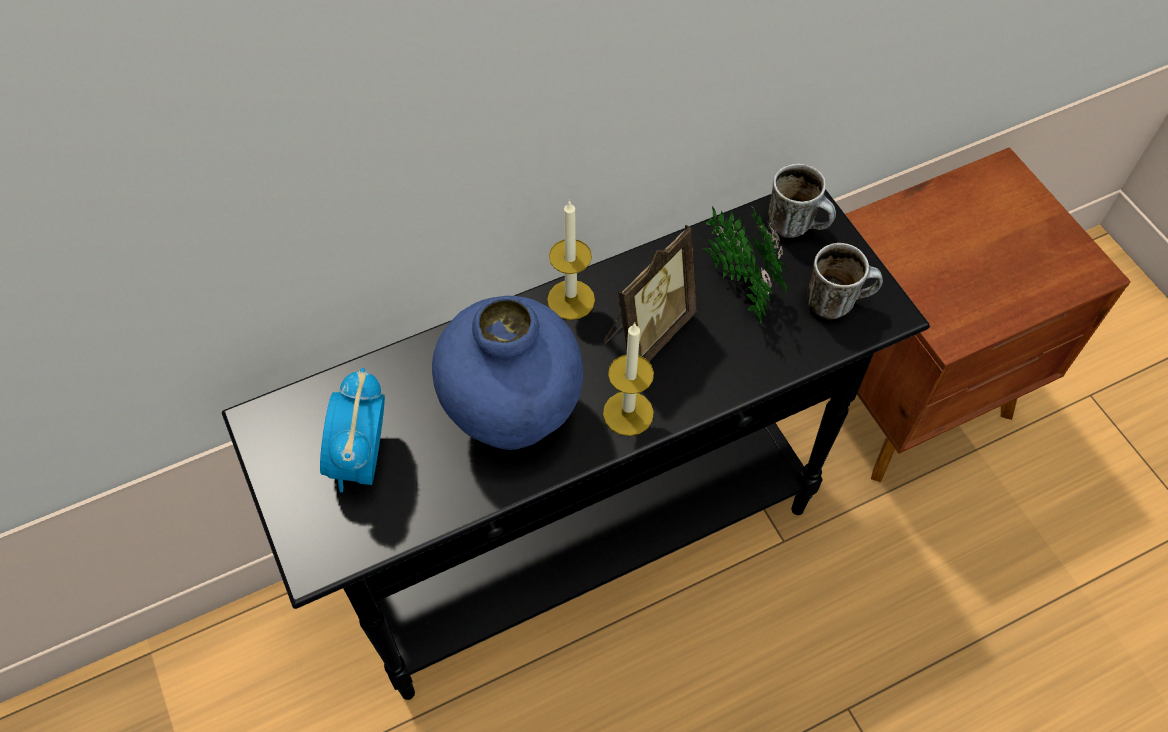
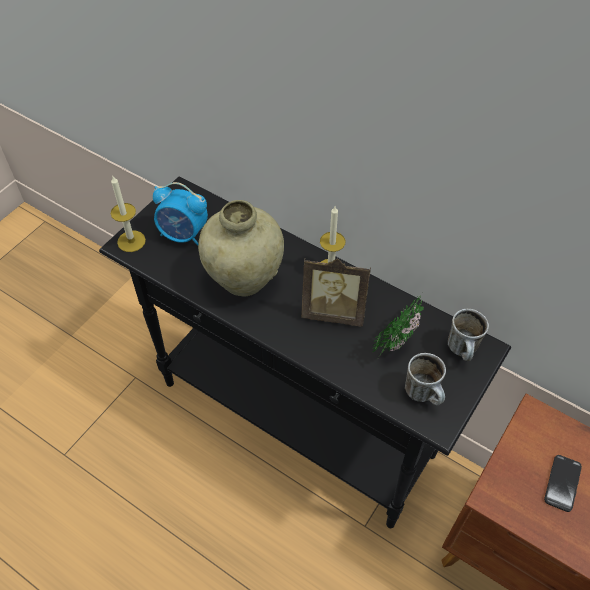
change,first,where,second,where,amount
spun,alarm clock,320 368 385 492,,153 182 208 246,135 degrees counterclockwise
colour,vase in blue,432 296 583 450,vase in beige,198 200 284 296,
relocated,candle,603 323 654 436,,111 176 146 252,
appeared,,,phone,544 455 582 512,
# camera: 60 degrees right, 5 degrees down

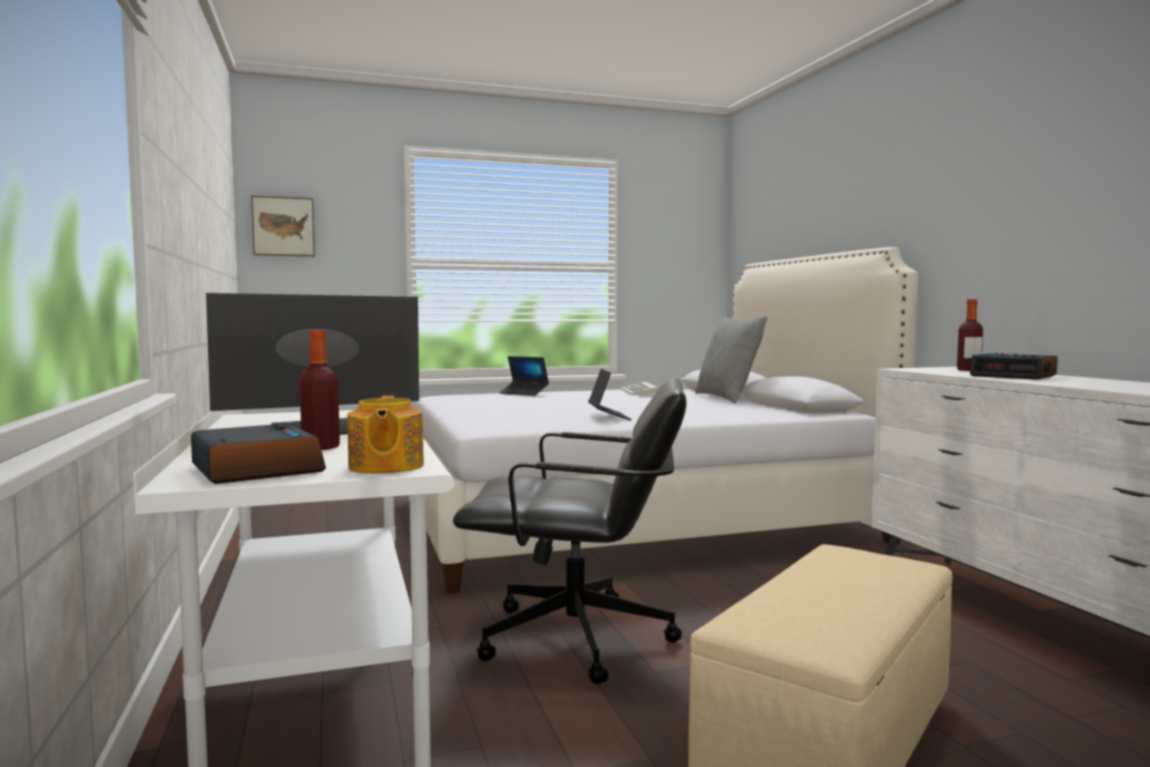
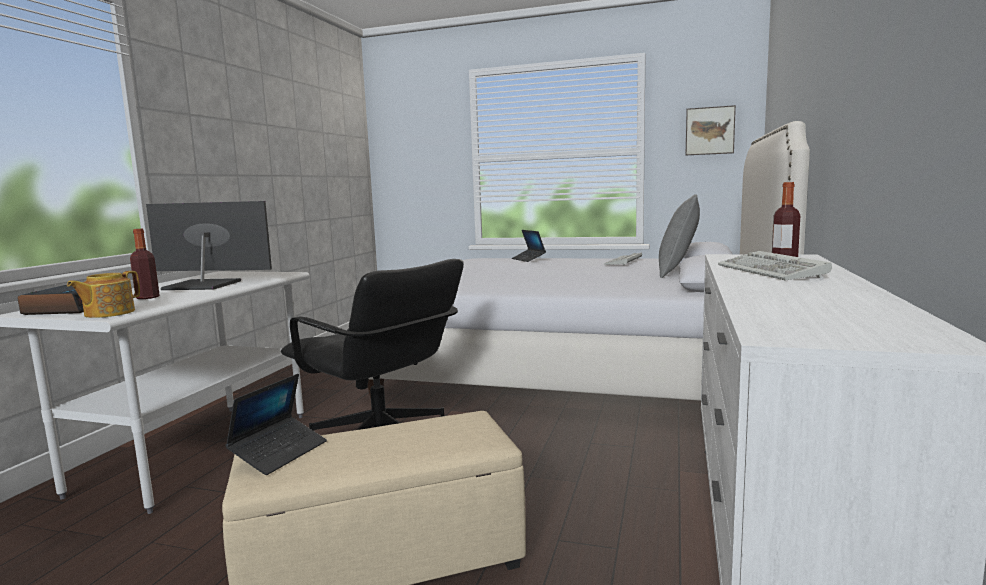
change,first,where,second,where,amount
relocated,picture,251 196 315 256,,686 105 736 155,
relocated,laptop,588 369 632 420,,225 374 327 475,
exchanged,alarm clock,970 353 1058 380,keyboard,718 251 832 280,
# camera: 35 degrees right, 5 degrees up

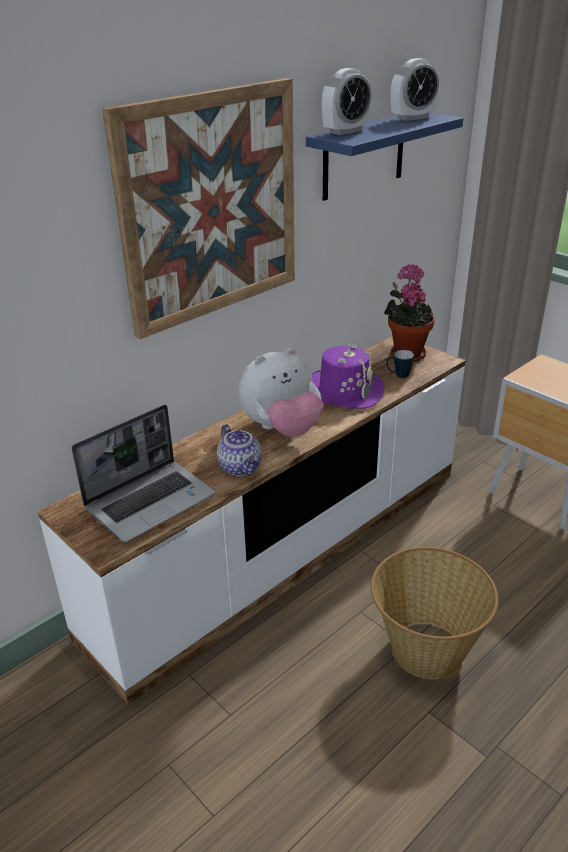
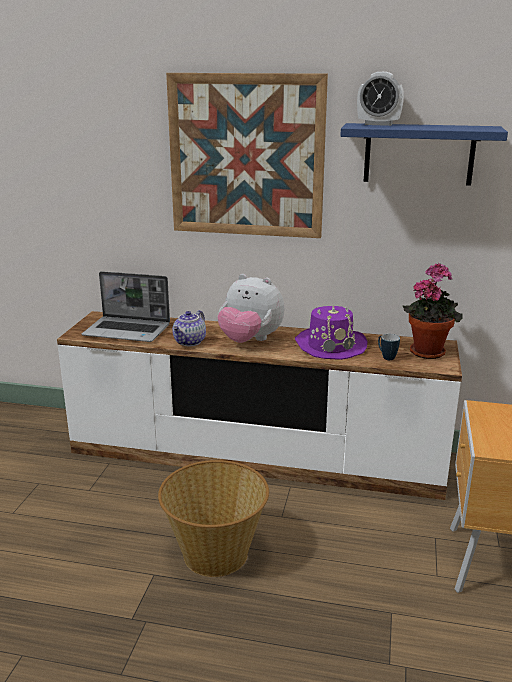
change,first,where,second,where,amount
missing,alarm clock,391 58 440 121,,,
# camera: 55 degrees right, 10 degrees down

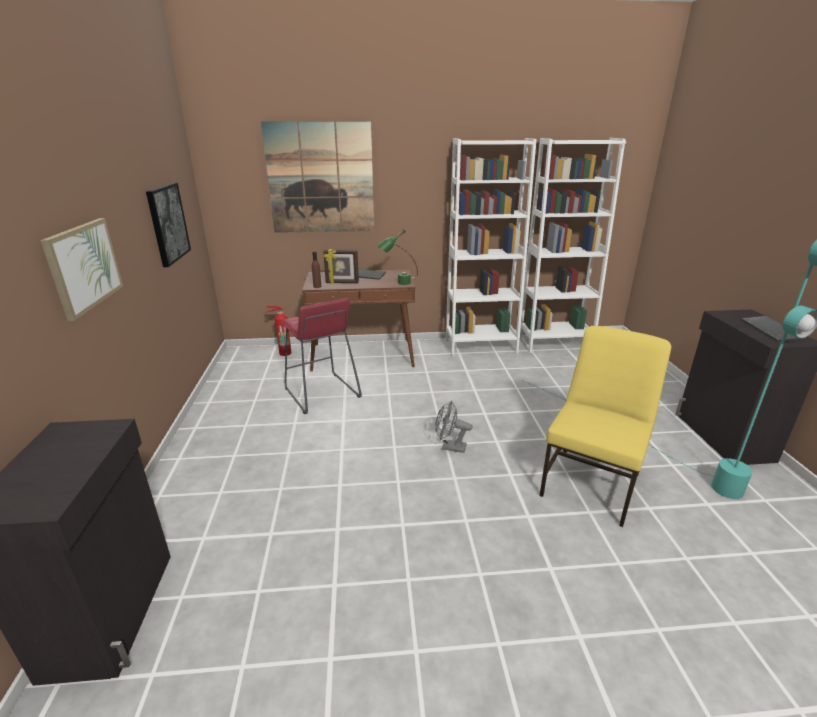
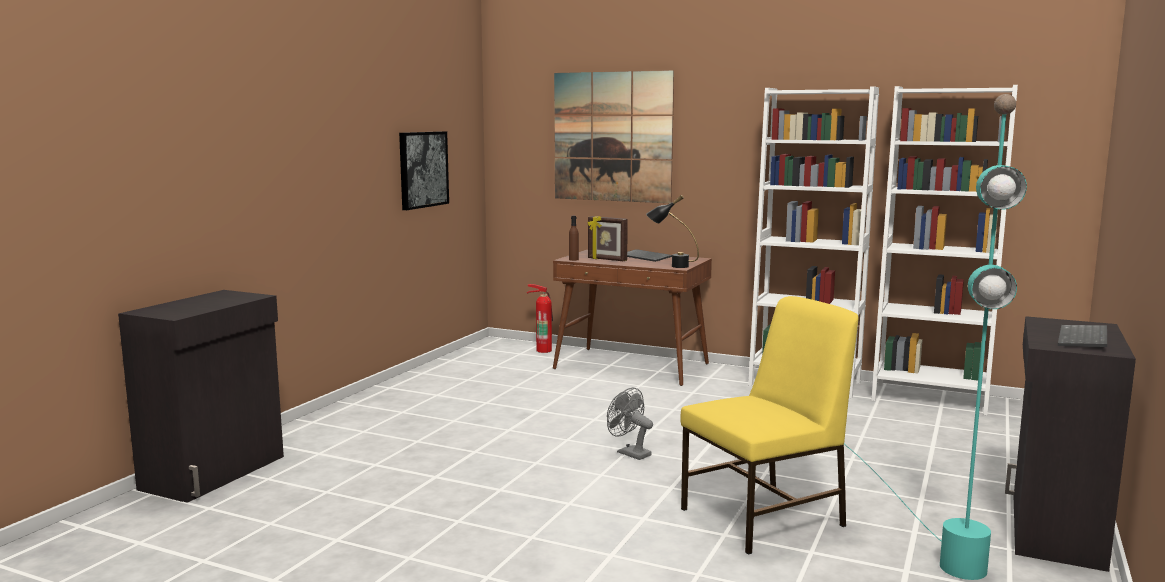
change,first,where,second,where,amount
missing,picture,40 218 123 321,,,
missing,stool in red,282 298 362 414,,,
colour,table lamp in green,377 229 418 285,table lamp in black,646 195 699 268,
# camera: 30 degrees right, 15 degrees down

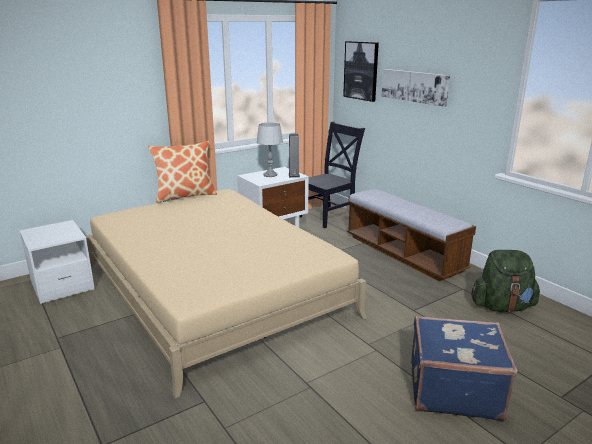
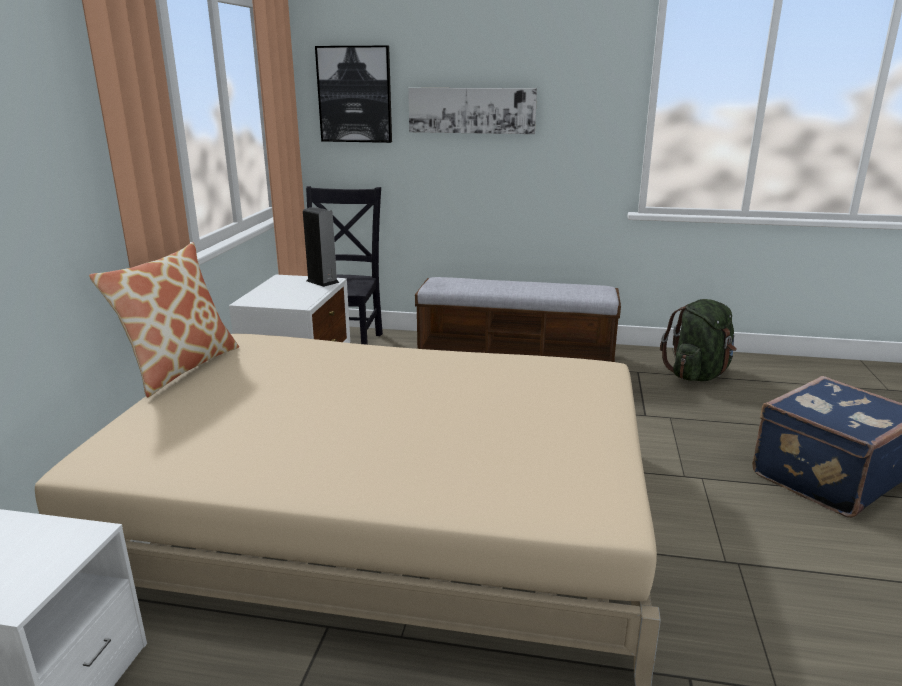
change,first,where,second,where,amount
missing,table lamp in grey,257 122 283 177,,,
# camera: 45 degrees left, 0 degrees up

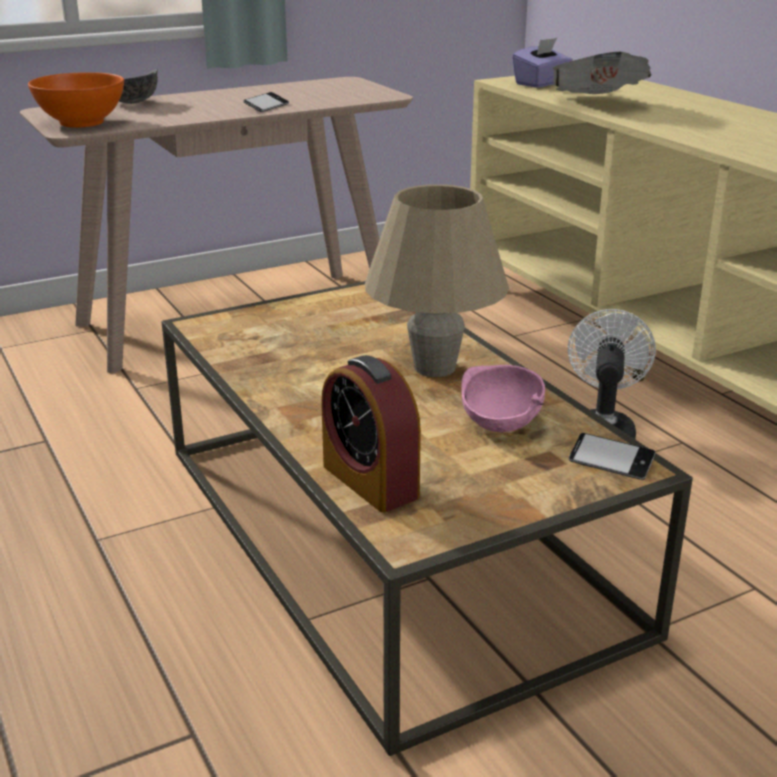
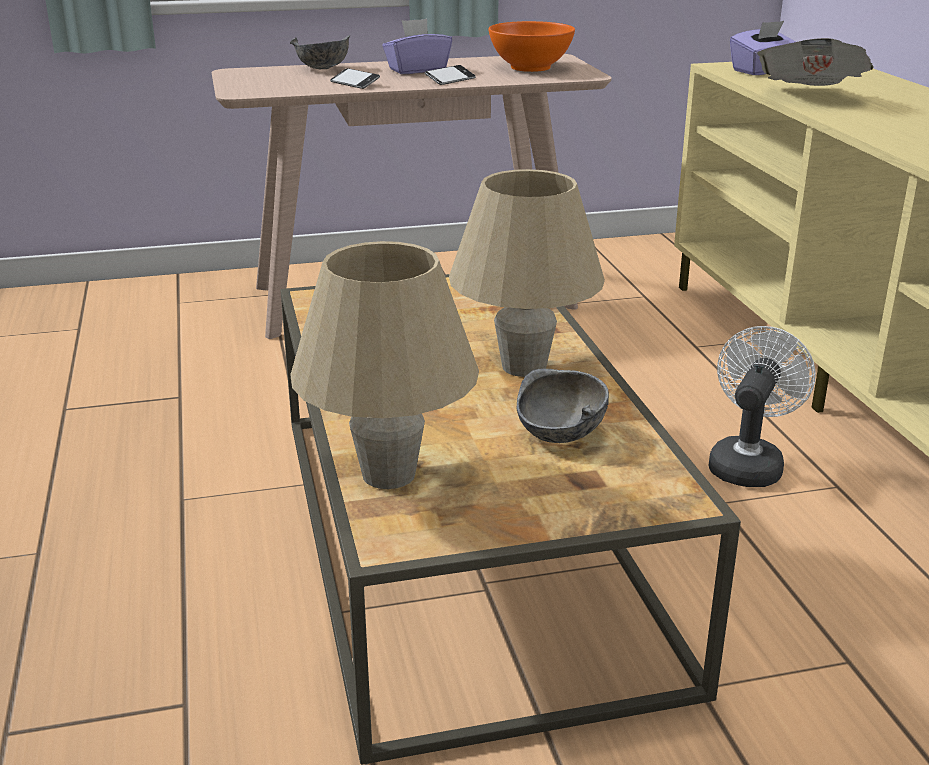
change,first,where,second,where,amount
relocated,bowl in orange,28 72 124 128,,488 21 575 72,
exchanged,alarm clock,321 355 421 513,table lamp in beige,290 241 479 489,
colour,bowl in pink,461 365 545 432,bowl in grey,517 369 609 443,
relocated,phone,569 433 655 480,,330 68 380 89,
appeared,,,tissue box in purple,382 19 452 74,
# camera: 15 degrees right, 0 degrees up

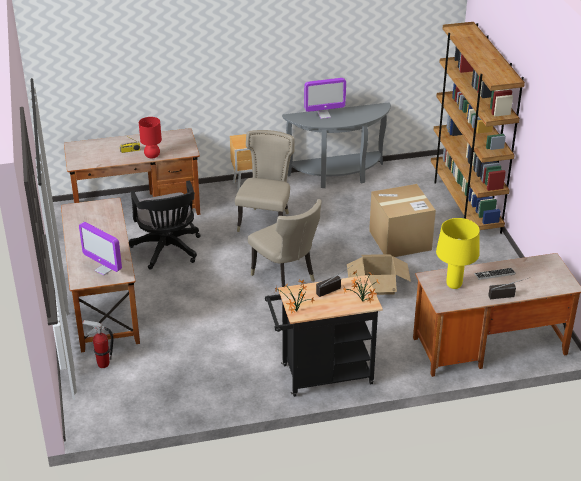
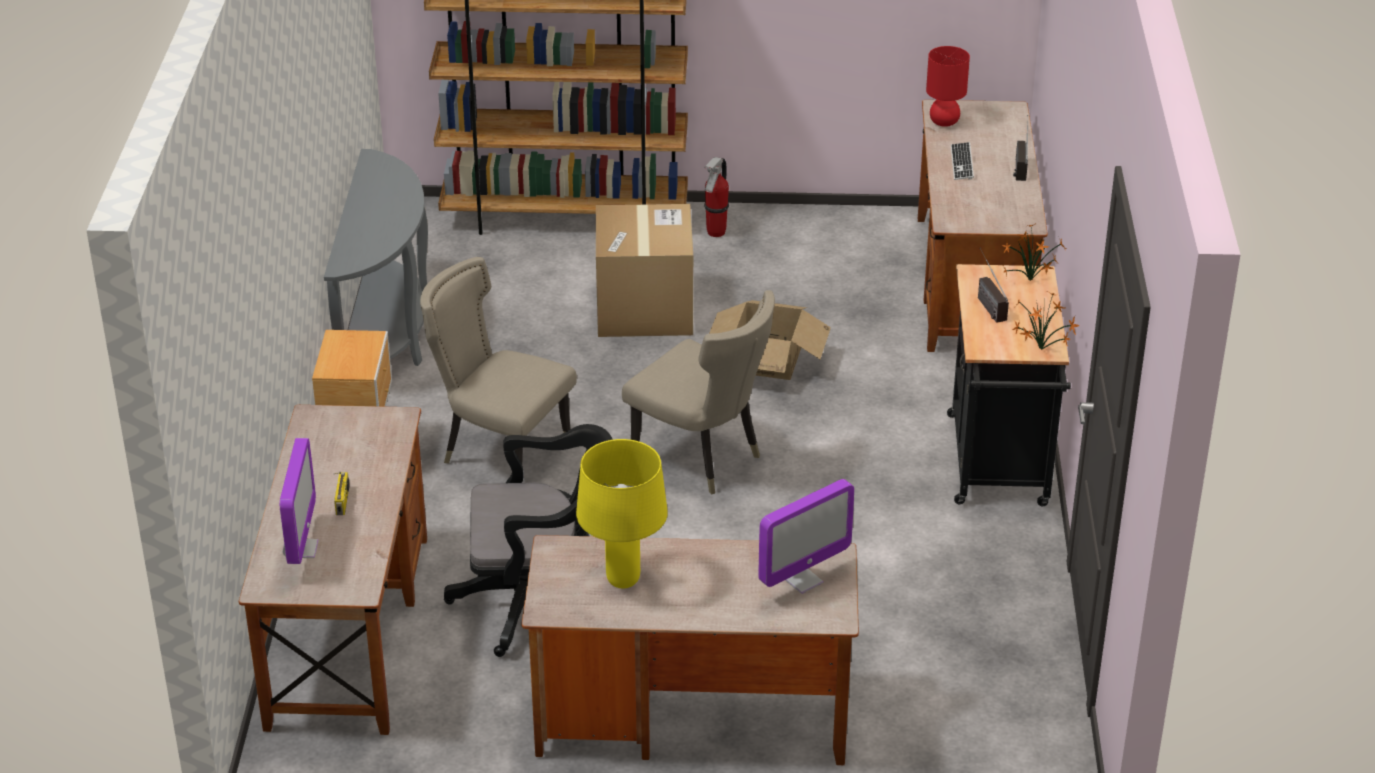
change,first,where,second,where,amount
relocated,fire extinguisher,82 320 114 368,,704 157 729 237,
relocated,table lamp in red,139 117 162 159,,926 46 970 127,
spun,chair in beige,248 199 322 287,,622 290 775 495,60 degrees clockwise
relocated,monitor,304 78 346 119,,280 438 319 564,
relocated,table lamp in yellow,436 218 480 289,,576 439 668 588,
# camera: 75 degrees left, 0 degrees up

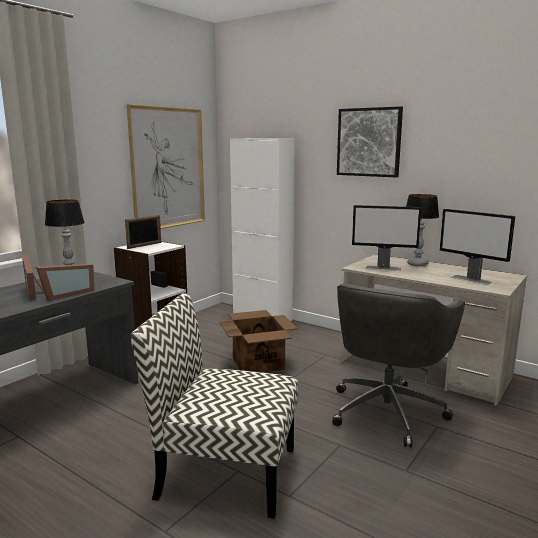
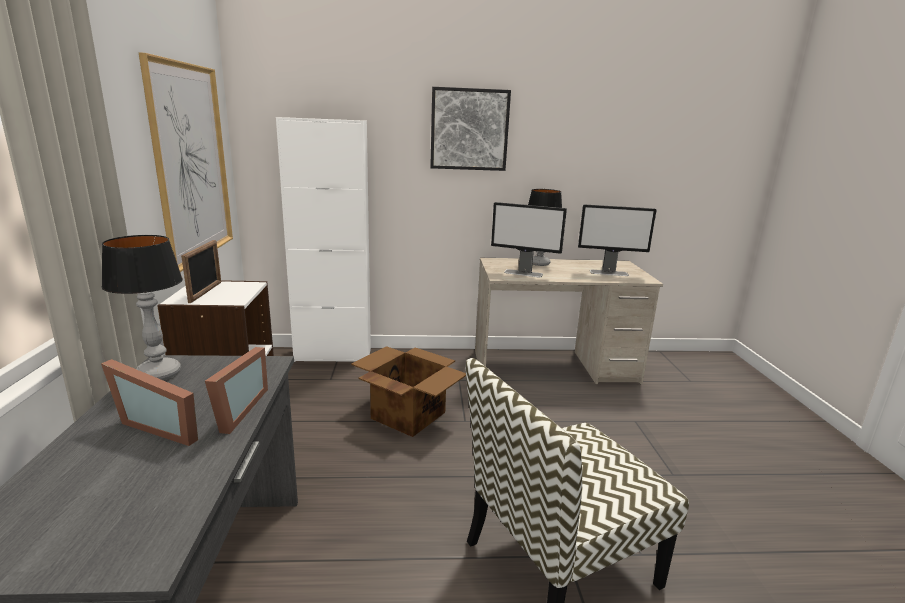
change,first,where,second,where,amount
missing,office chair in grey,332 284 465 447,,,
spun,monitor,352 205 422 271,,491 202 567 277,45 degrees clockwise
# camera: 40 degrees left, 5 degrees up

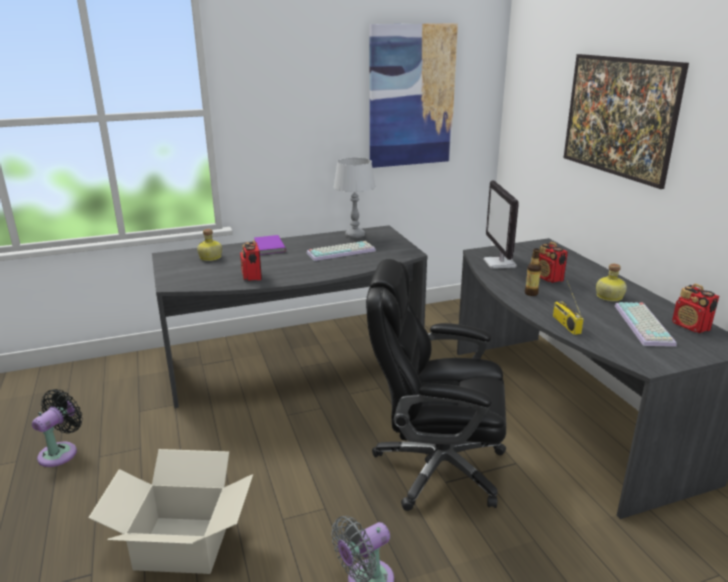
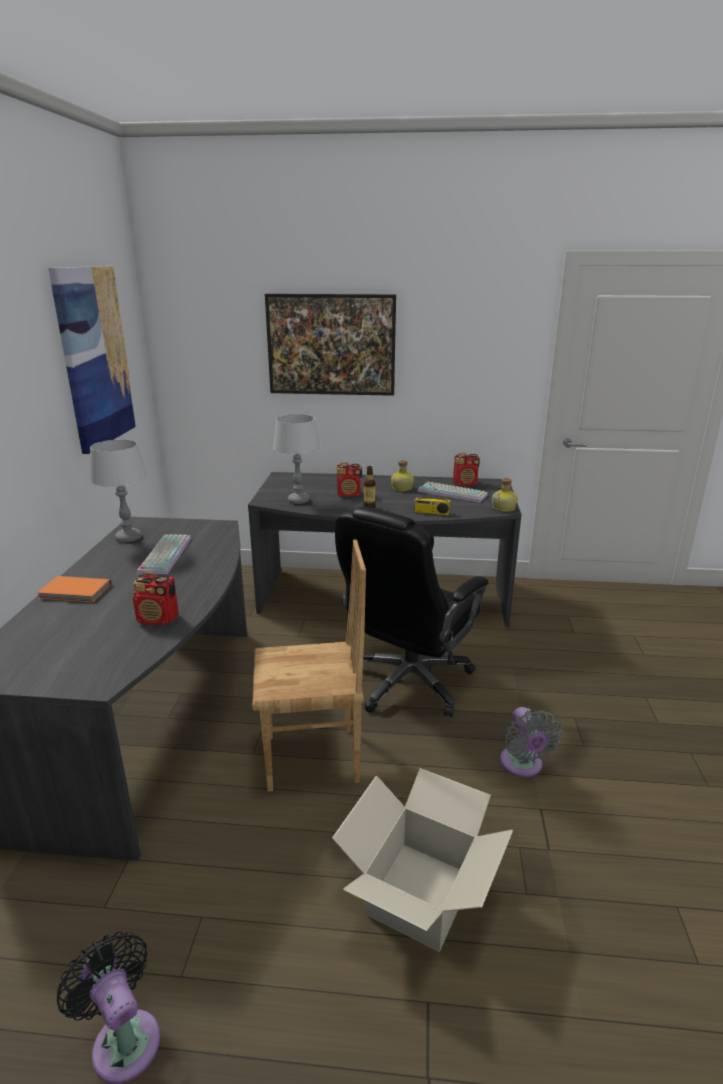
change,first,where,second,where,amount
relocated,bottle,197 229 222 261,,492 478 518 512,
colour,book in purple,254 235 286 255,book in orange,37 576 111 602,
exchanged,monitor,483 181 519 269,table lamp in grey,273 414 320 504,
appeared,,,chair in brown,252 539 366 792,
# camera: 65 degrees left, 0 degrees up

